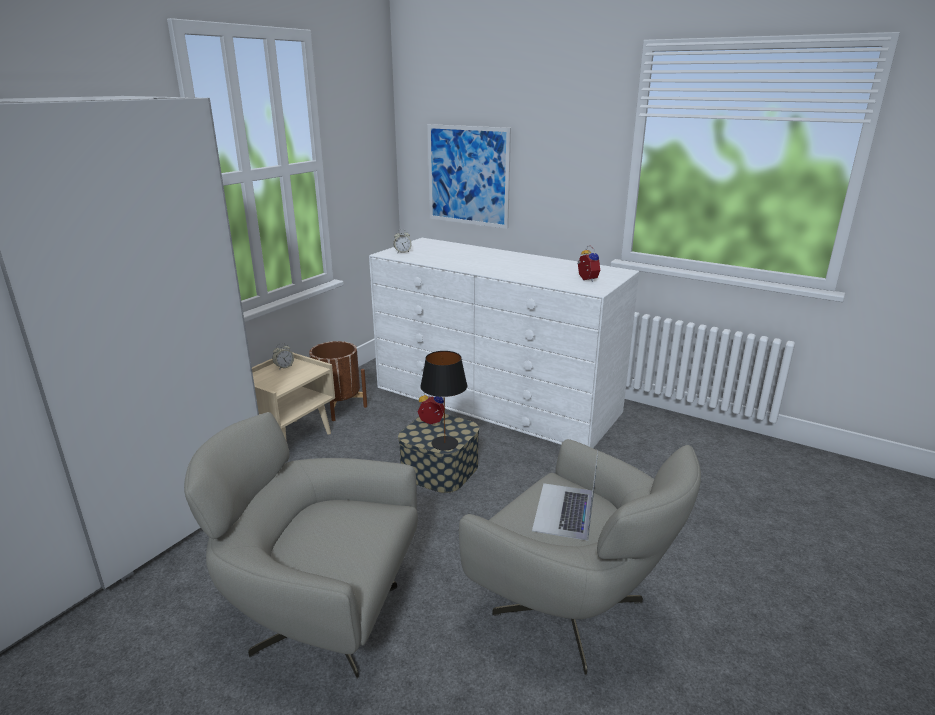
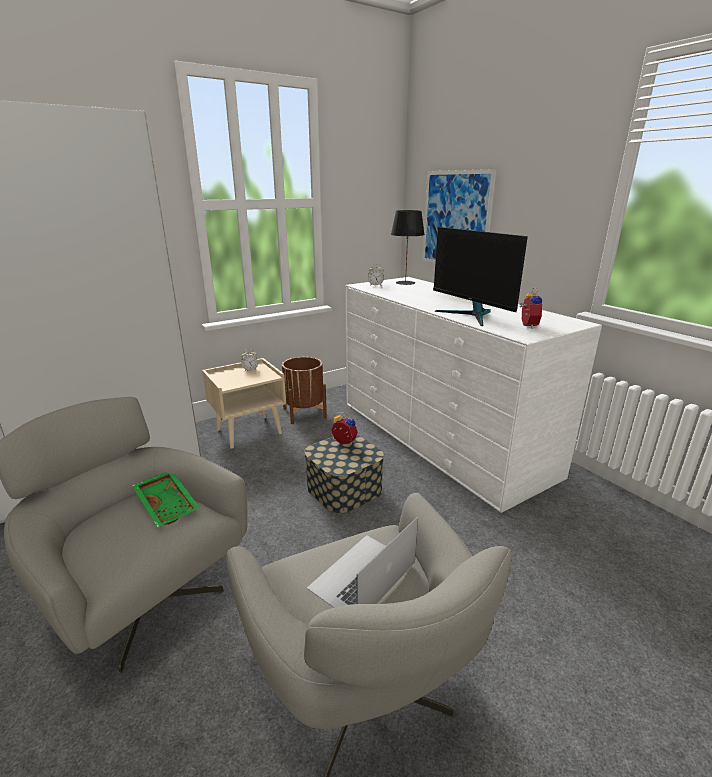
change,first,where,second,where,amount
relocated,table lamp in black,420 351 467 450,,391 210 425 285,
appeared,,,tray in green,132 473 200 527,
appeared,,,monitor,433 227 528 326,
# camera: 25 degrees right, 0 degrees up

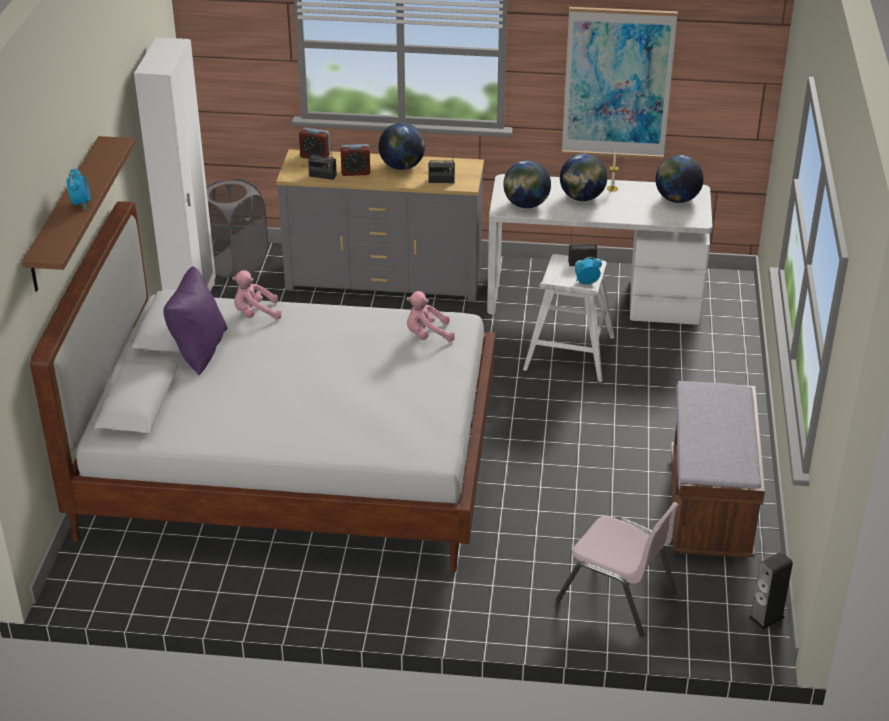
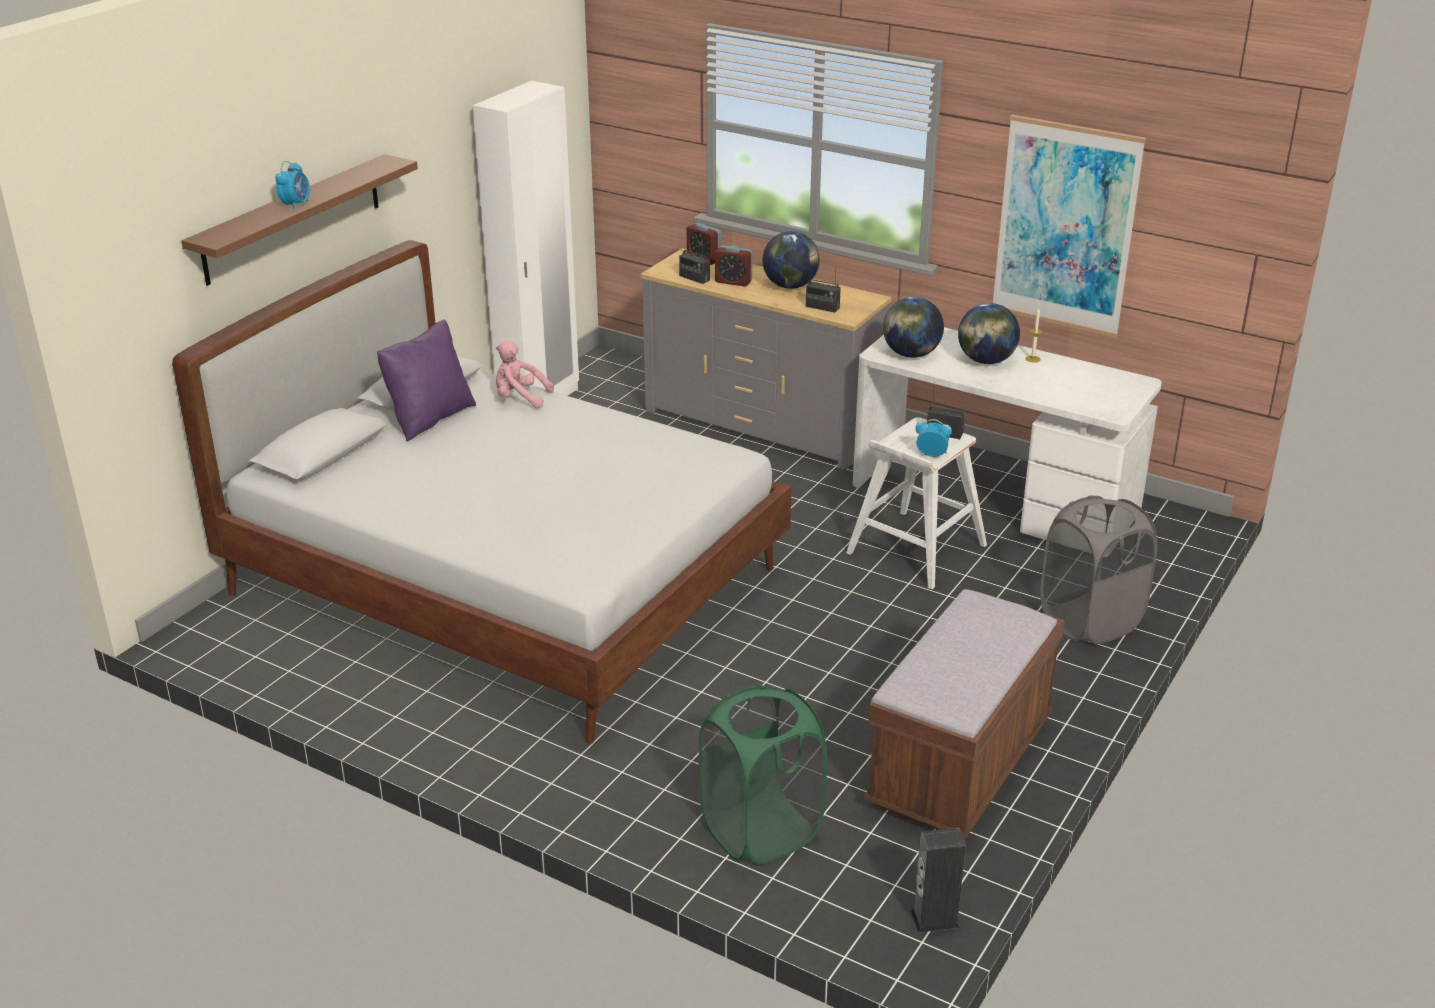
change,first,where,second,where,amount
relocated,laundry basket in grey,206 179 268 278,,1040 495 1157 645,
missing,plush toy in pink,406 291 455 342,,,
exchanged,chair in pink,556 502 679 637,laundry basket in green,699 685 827 865,
missing,globe,656 155 704 203,,,
# camera: 25 degrees right, 5 degrees down

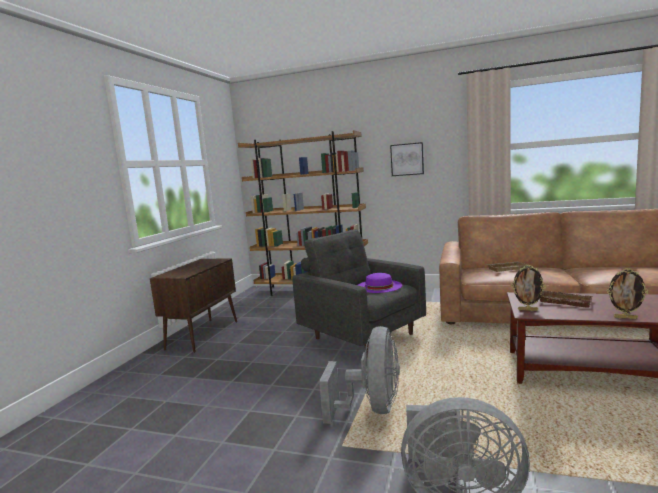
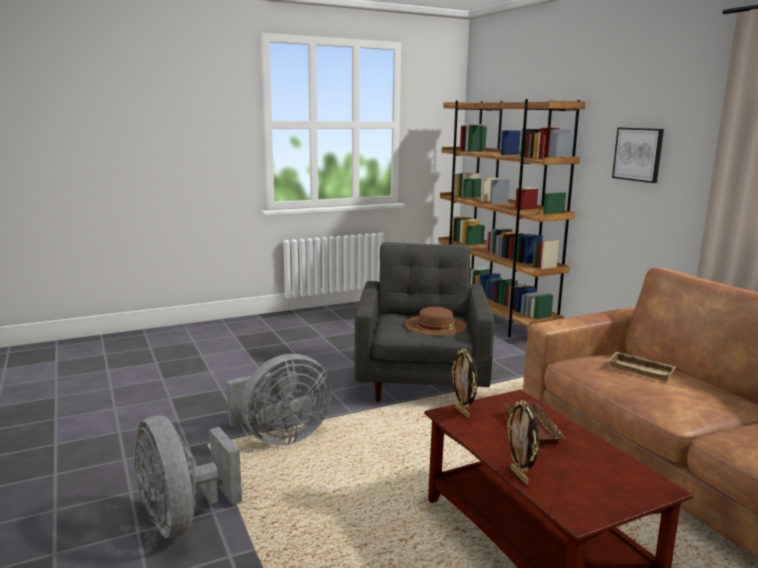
change,first,where,second,where,amount
missing,cabinet in brown,150 258 237 353,,,
colour,hat in purple,358 273 402 293,hat in brown,405 307 467 335,
# camera: 45 degrees right, 5 degrees up

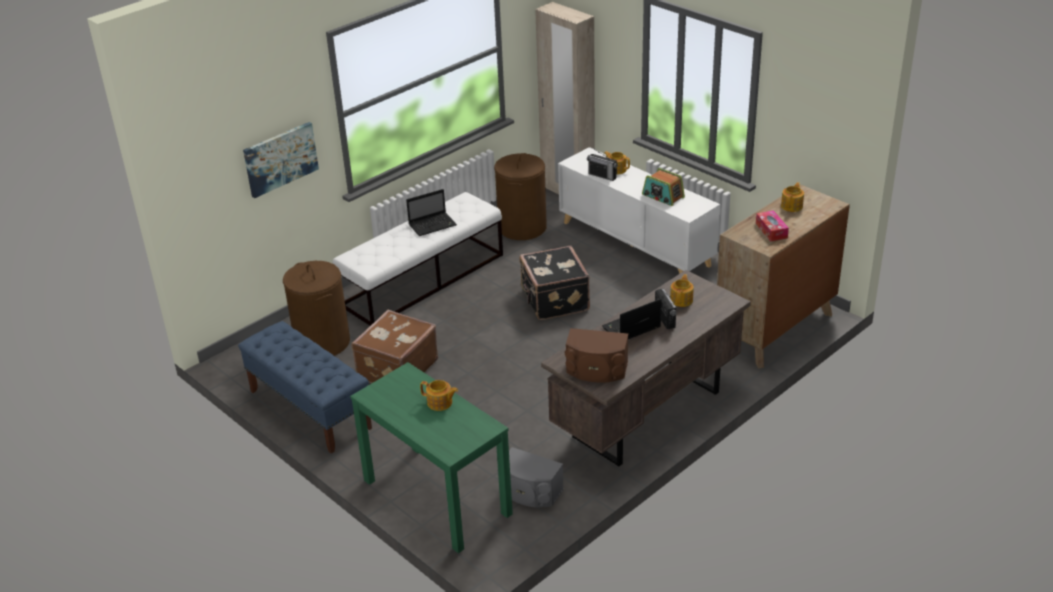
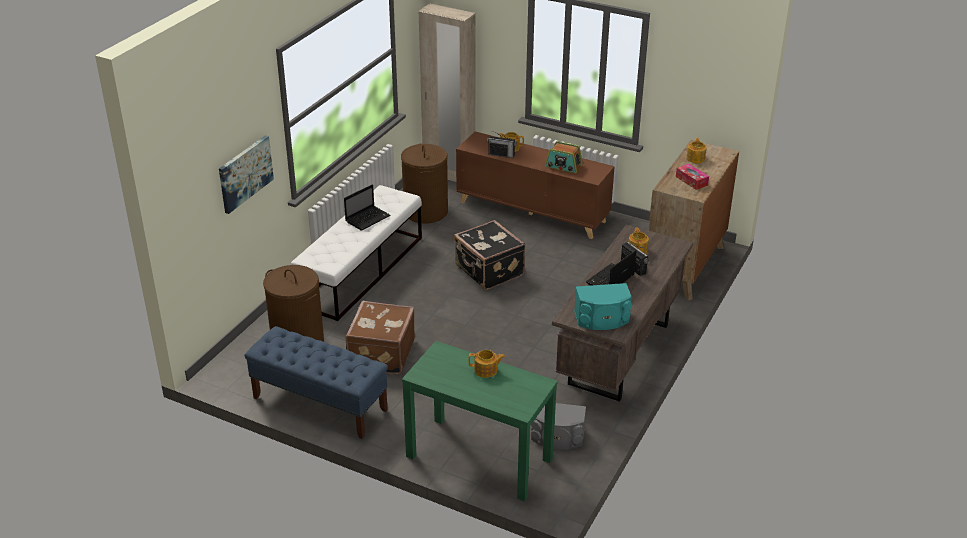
change,first,where,second,where,amount
colour,cabinet in white,558 147 720 274,cabinet in brown,456 132 615 239,
colour,speaker in brown,565 328 628 382,speaker in turquoise,574 283 632 330,
# camera: 20 degrees left, 0 degrees up

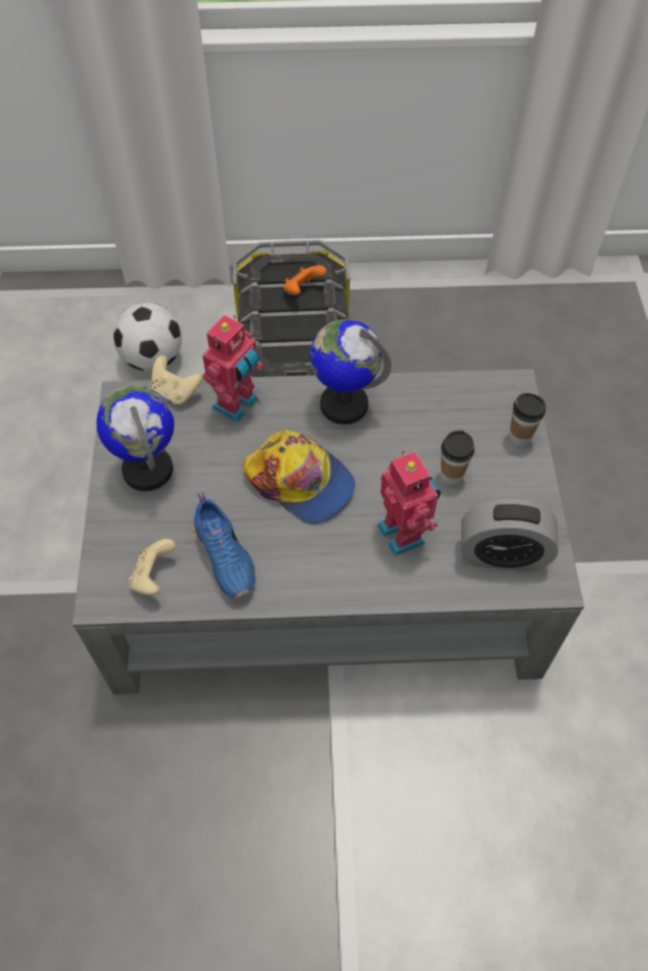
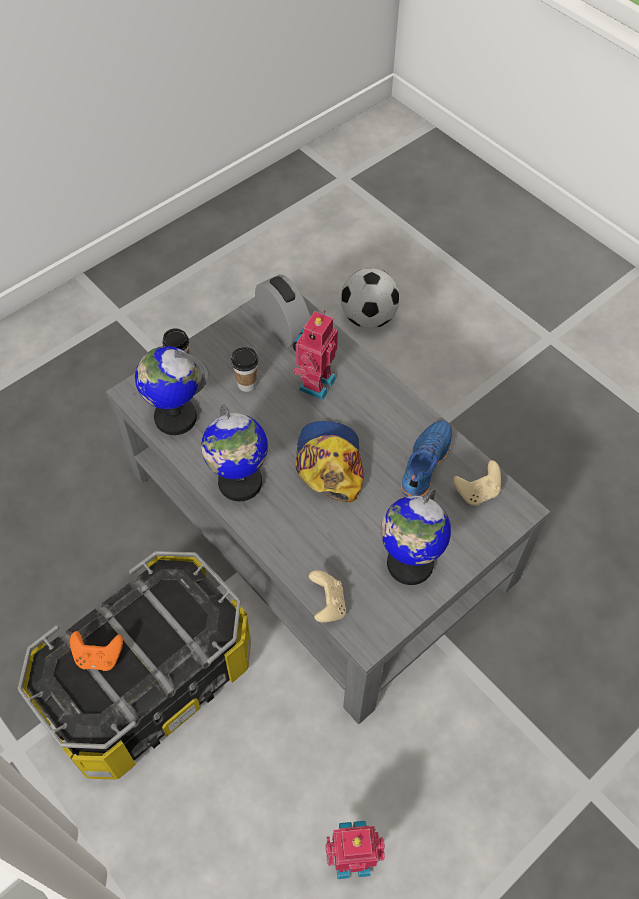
change,first,where,second,where,amount
relocated,football,113 303 182 371,,341 268 400 328,
relocated,toy robot,202 315 263 423,,325 821 385 879,
appeared,,,globe,135 346 209 435,
# camera: 130 degrees left, 0 degrees up

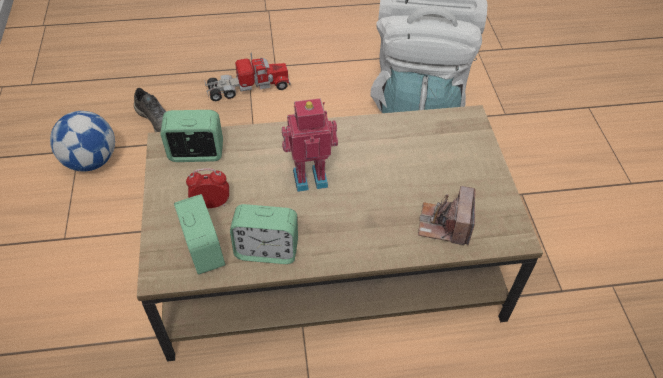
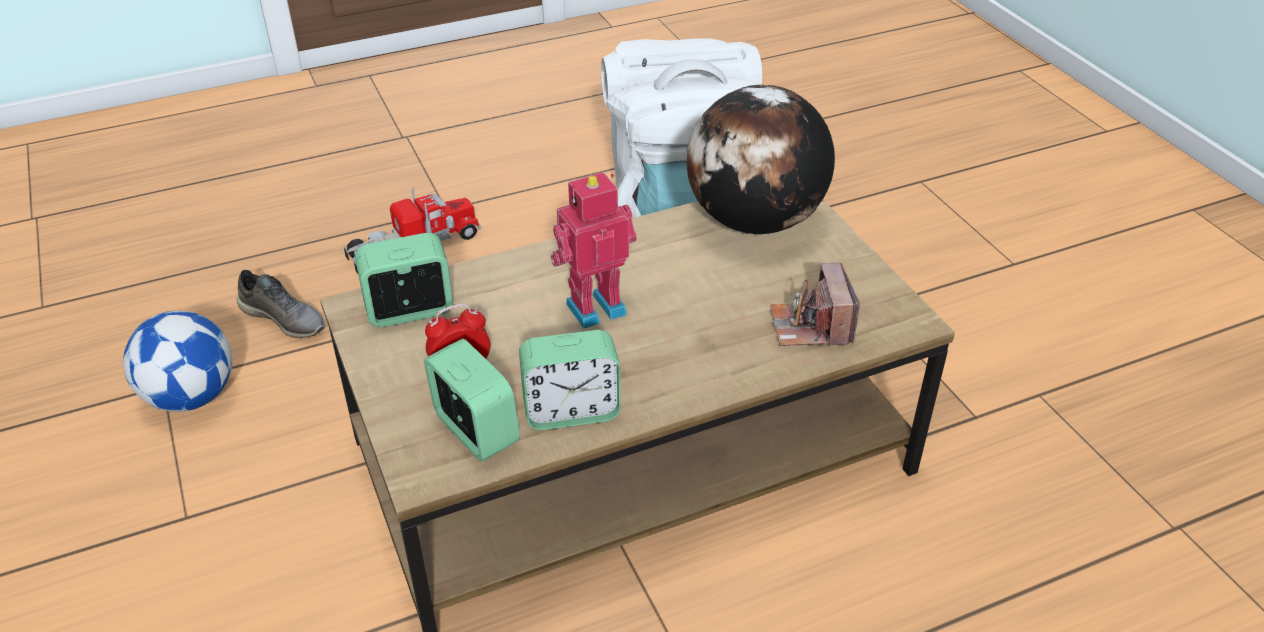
change,first,where,second,where,amount
appeared,,,globe,686 85 835 235,
# camera: 15 degrees left, 10 degrees down

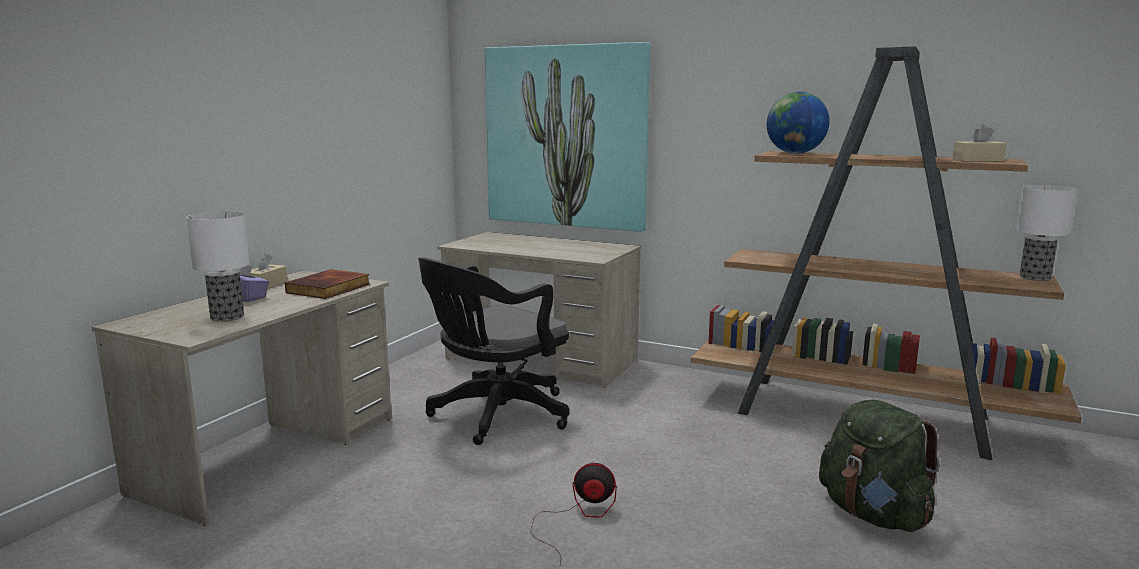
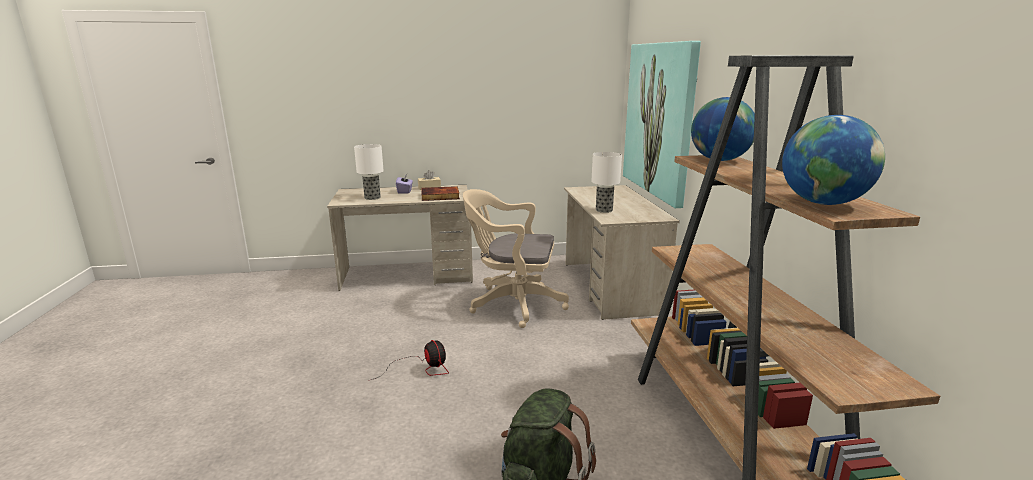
change,first,where,second,where,amount
colour,office chair in black,418 258 569 445,office chair in beige,463 189 569 328,
exchanged,tissue box in beige,952 124 1007 161,globe,782 115 885 205,
relocated,table lamp,1016 185 1077 281,,591 152 622 213,
# camera: 55 degrees right, 5 degrees up

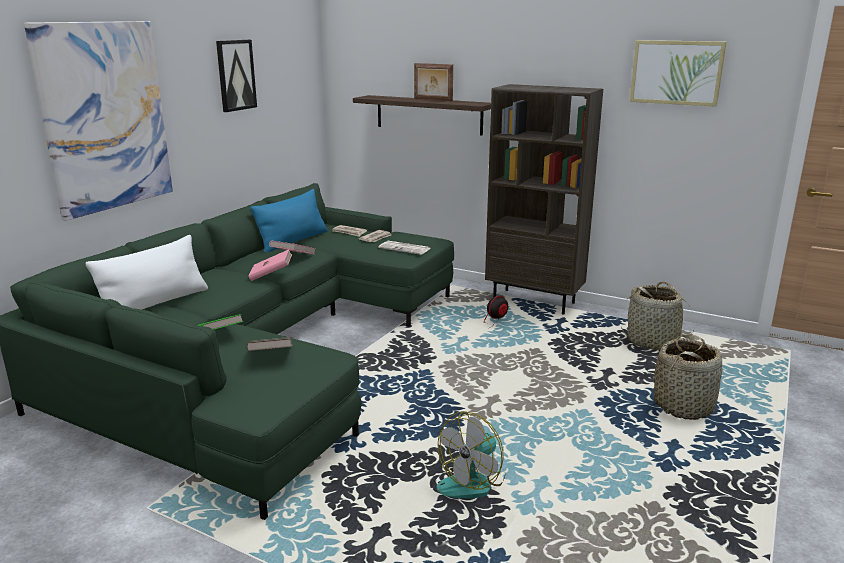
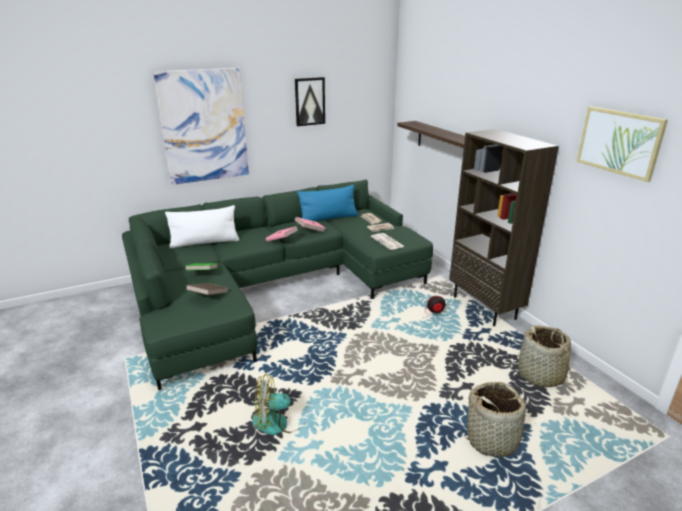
change,first,where,second,where,amount
missing,picture frame,414 63 453 101,,,
# camera: 35 degrees right, 5 degrees up

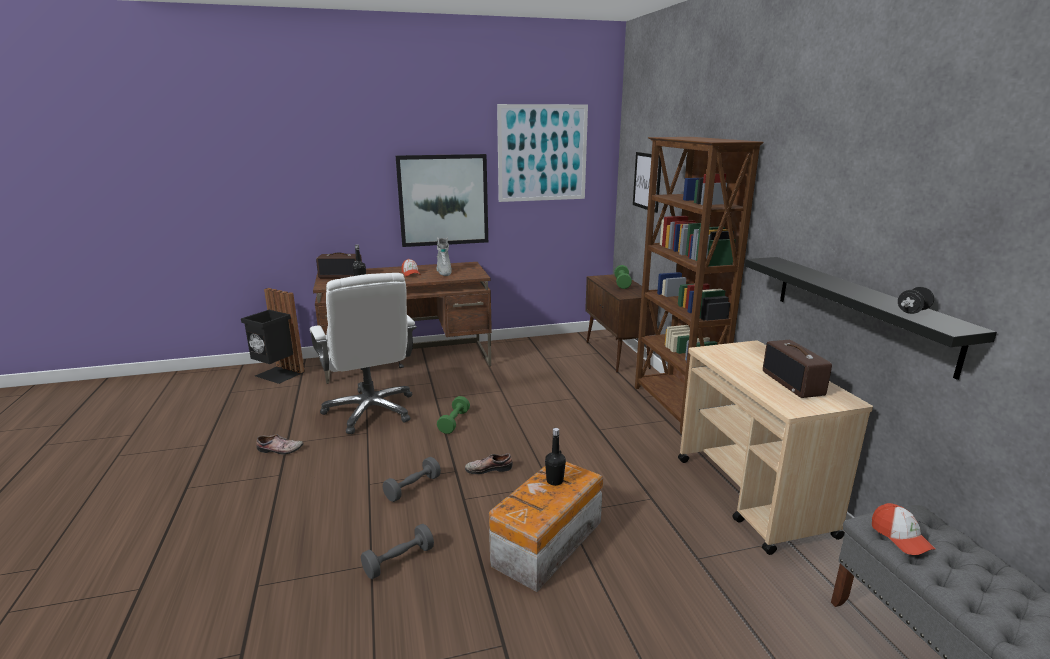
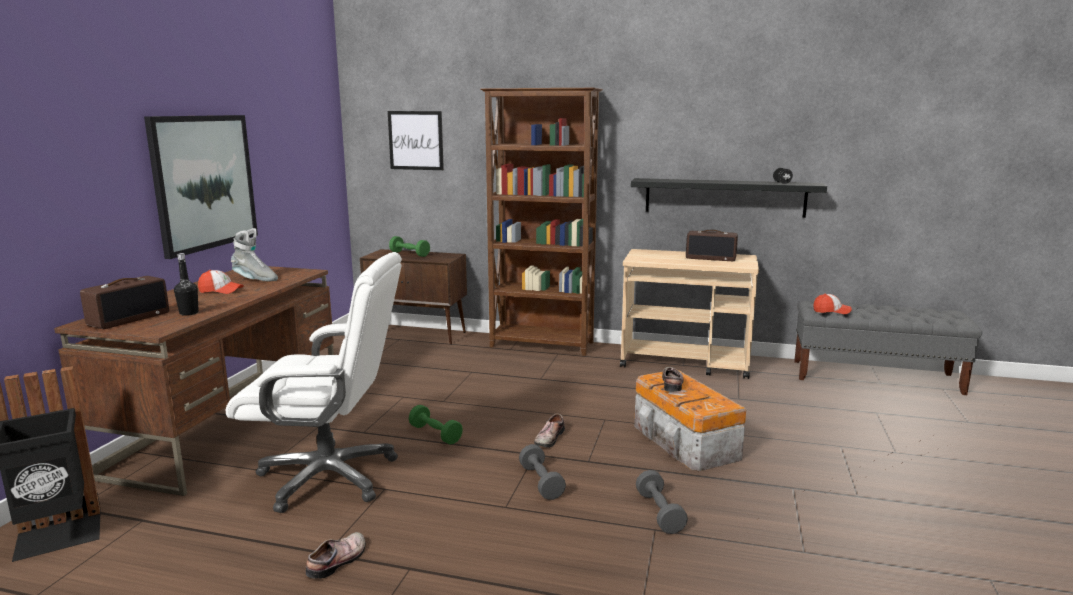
change,first,where,second,where,amount
missing,picture,497 104 588 202,,,
exchanged,bottle in black,545 428 566 486,shoe,662 367 684 392,
# camera: 60 degrees left, 5 degrees down

